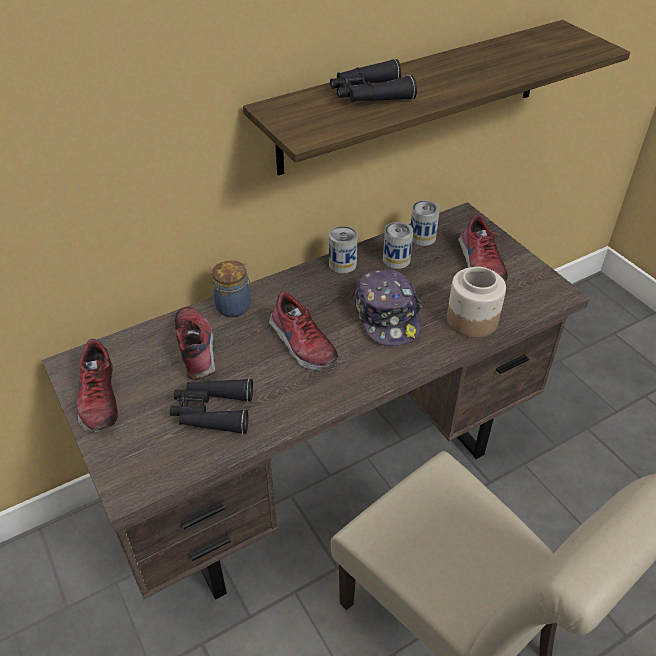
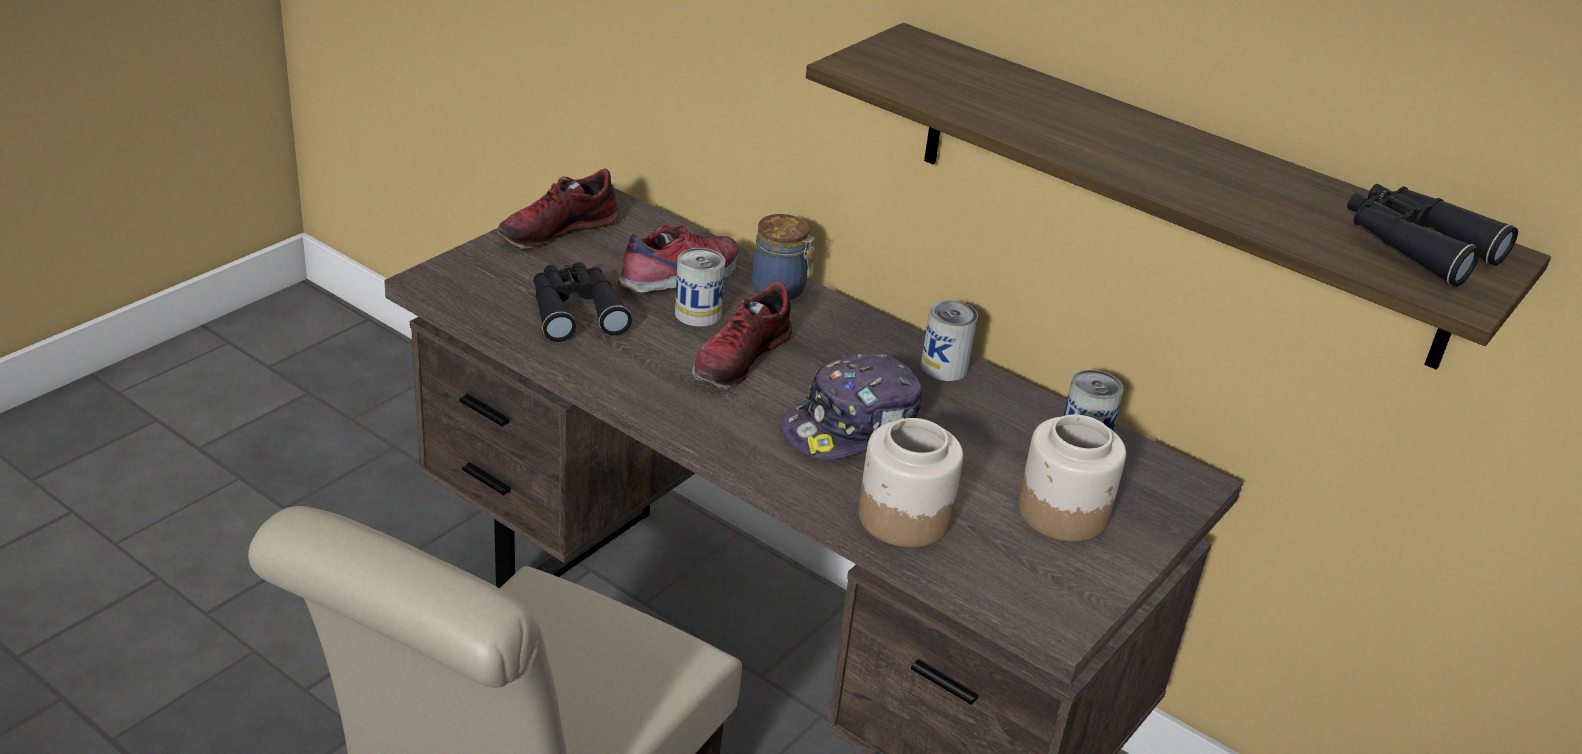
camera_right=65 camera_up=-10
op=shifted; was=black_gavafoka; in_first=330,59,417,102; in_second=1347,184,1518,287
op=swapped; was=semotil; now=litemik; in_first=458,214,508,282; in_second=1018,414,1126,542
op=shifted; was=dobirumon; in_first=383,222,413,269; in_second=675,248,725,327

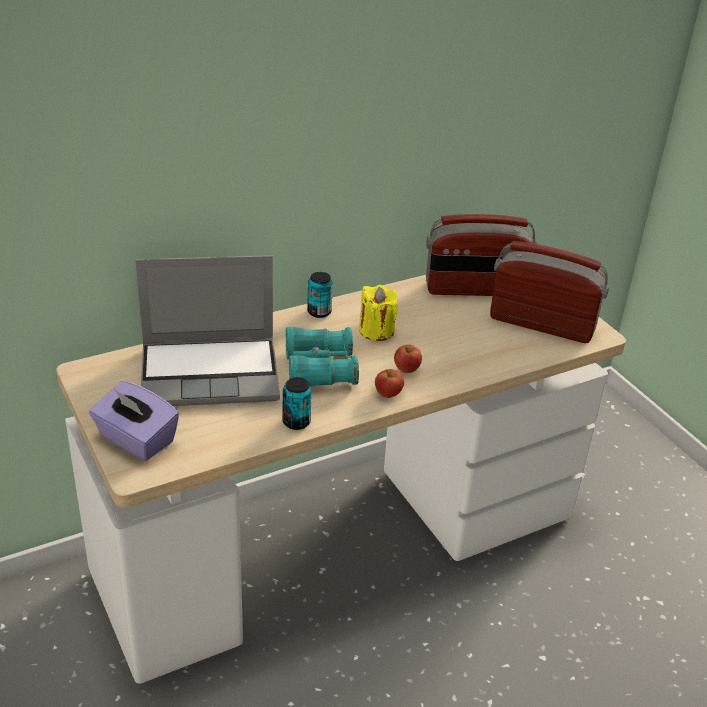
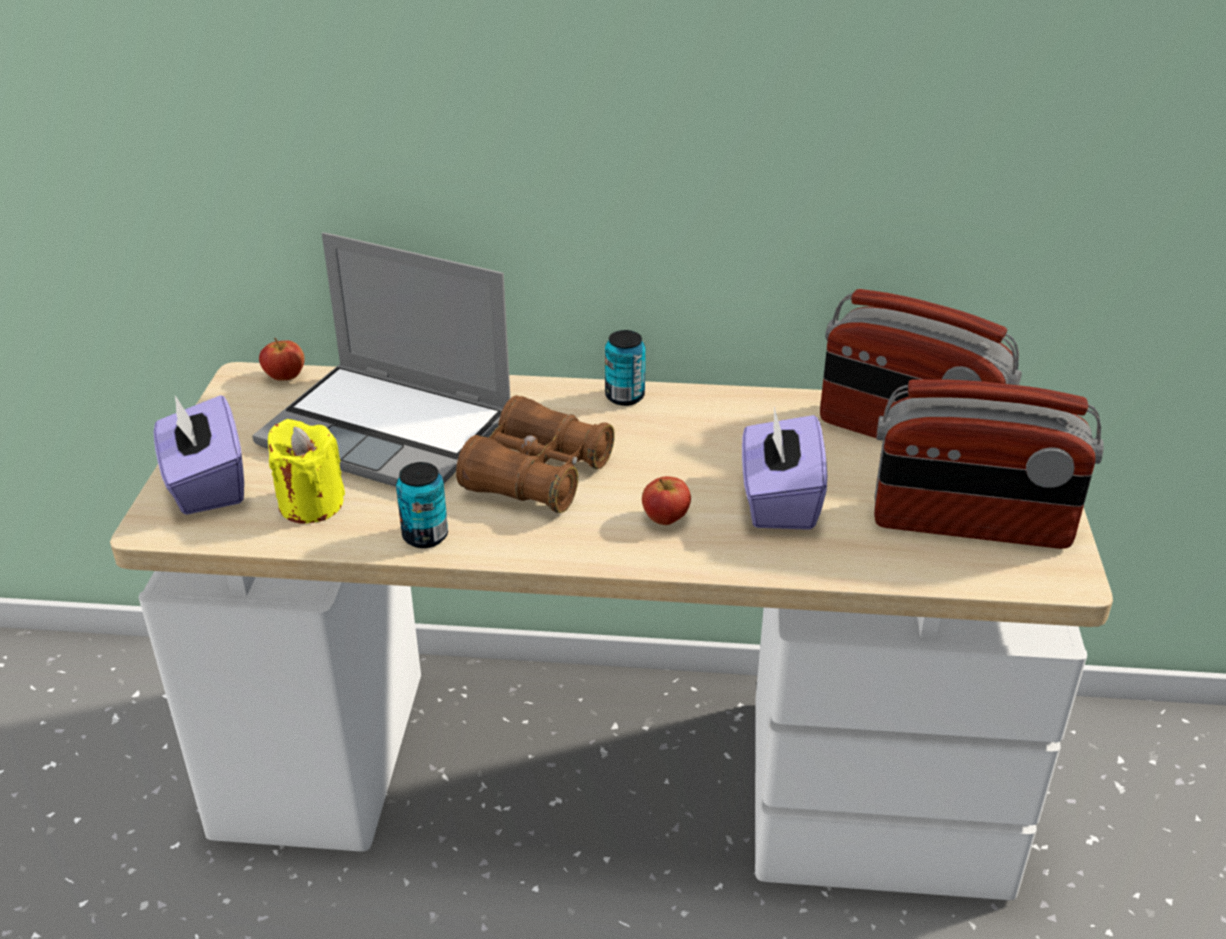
camera_right=35 camera_up=0
op=rotated; was=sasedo; in_first=490,241,609,343; in_second=874,379,1104,549; clockwise=135
op=shifted; was=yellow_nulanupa; in_first=359,285,398,341; in_second=268,419,345,524
op=repainted; was=turquoise_gavafoka; now=brown_gavafoka; in_first=286,327,359,387; in_second=456,395,615,513
op=shifted; was=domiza; in_first=375,369,404,398; in_second=259,338,305,381
op=new; now=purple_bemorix; in_second=742,407,827,530

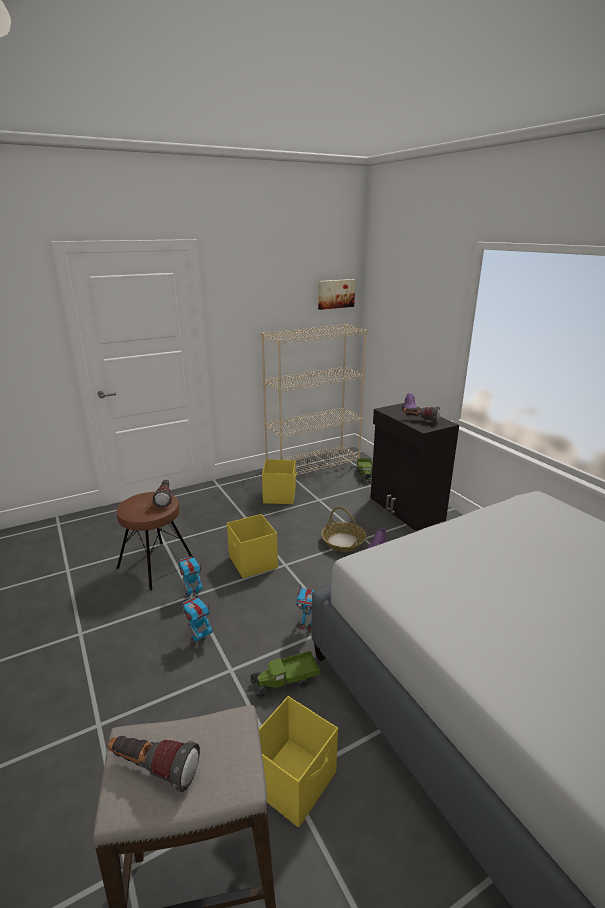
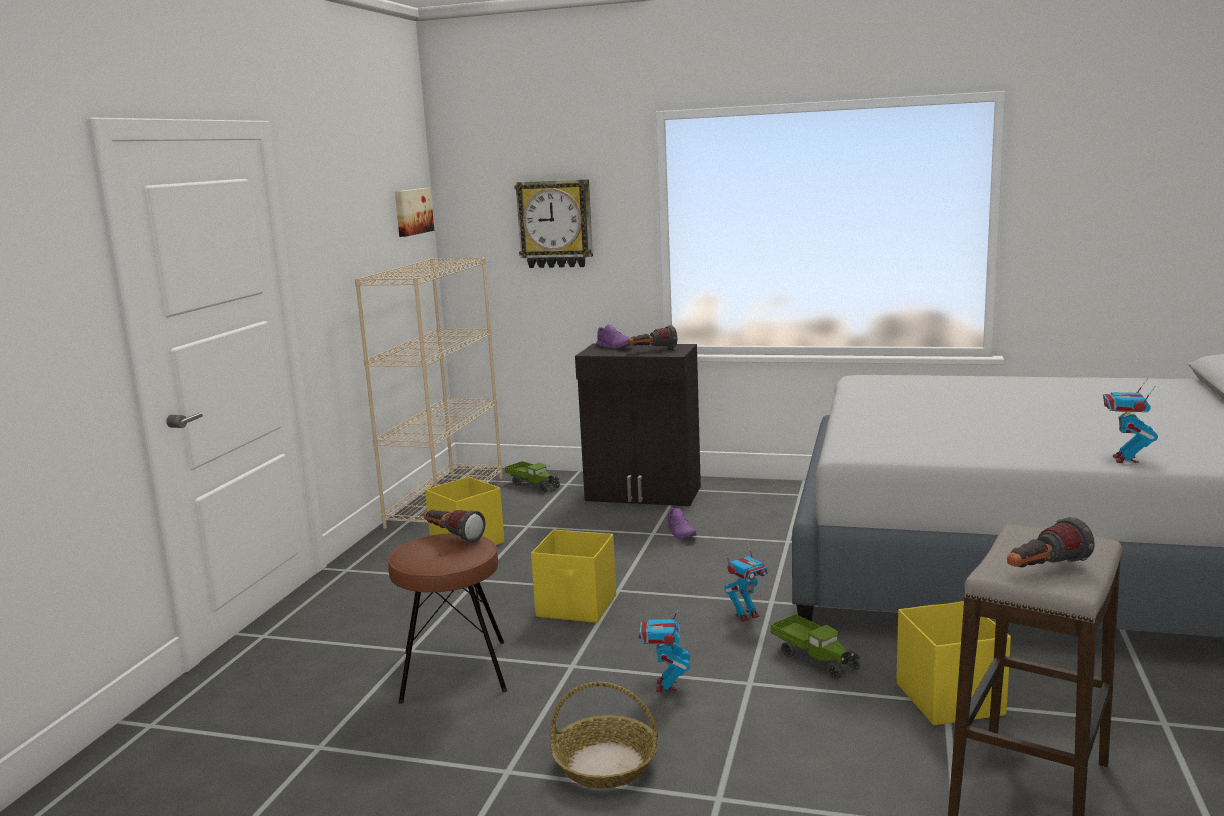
camera_right=-45 camera_up=-10
op=shifted; was=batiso; in_first=321,507,366,552; in_second=550,682,658,788
op=shifted; was=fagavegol; in_first=178,556,203,599; in_second=1103,378,1158,463
op=rotated; was=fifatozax; in_first=250,651,320,699; in_second=771,614,861,679; clockwise=-60
op=new; now=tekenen; in_second=514,179,593,268

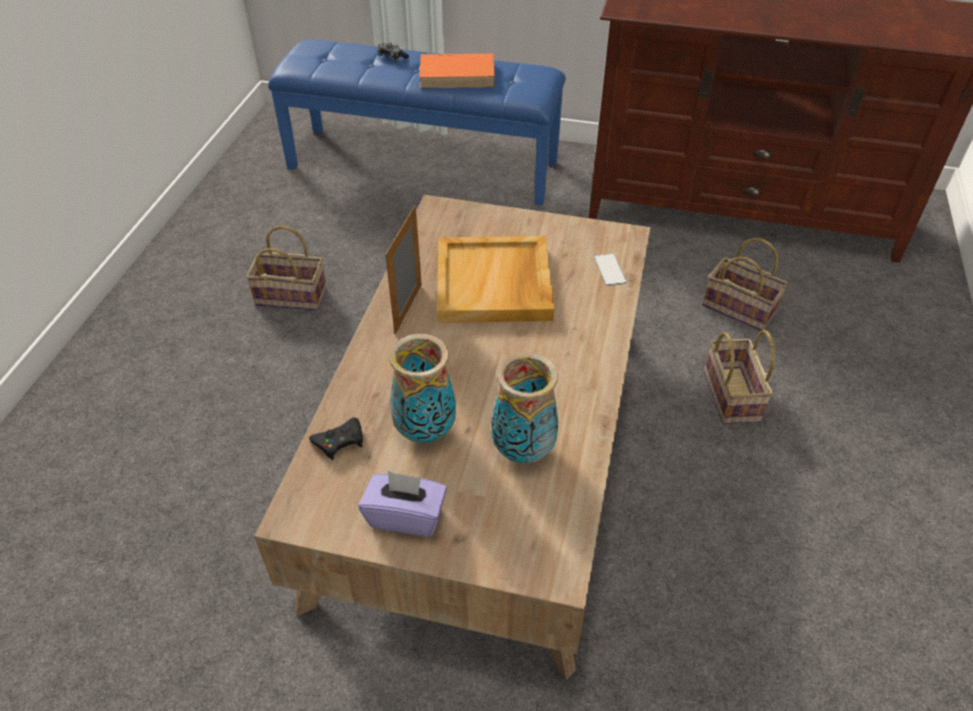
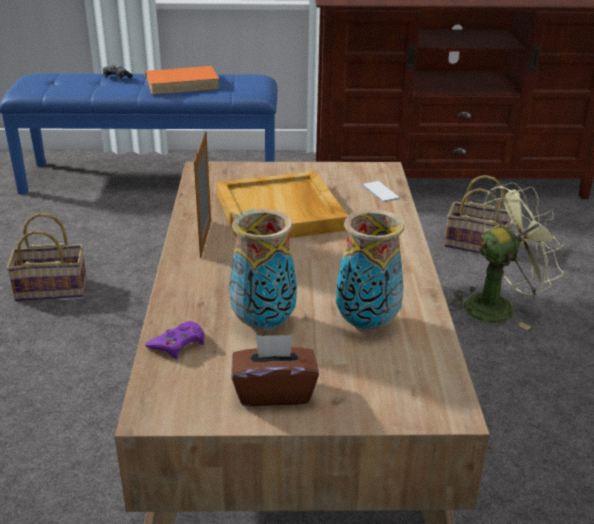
camera_right=-15 camera_up=-15
op=swapped; was=batiso; now=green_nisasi; in_first=704,330,775,424; in_second=448,182,564,330
op=repainted; was=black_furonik; now=purple_furonik; in_first=309,417,363,460; in_second=145,321,204,359
op=repainted; was=purple_bemorix; now=brown_bemorix; in_first=359,471,447,537; in_second=231,335,319,406

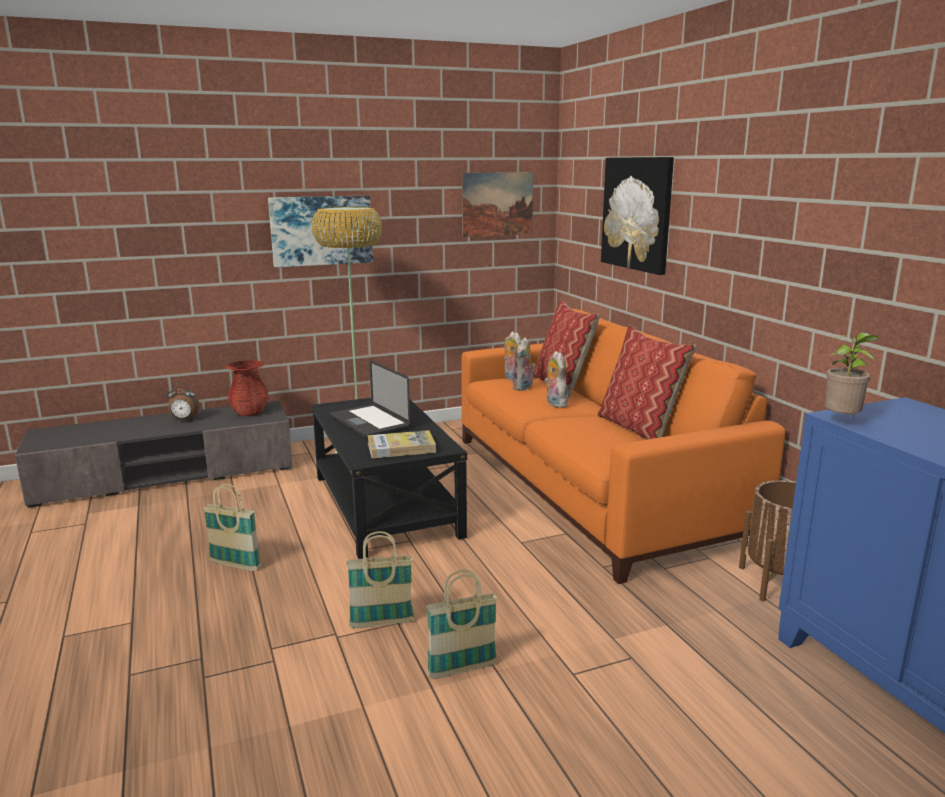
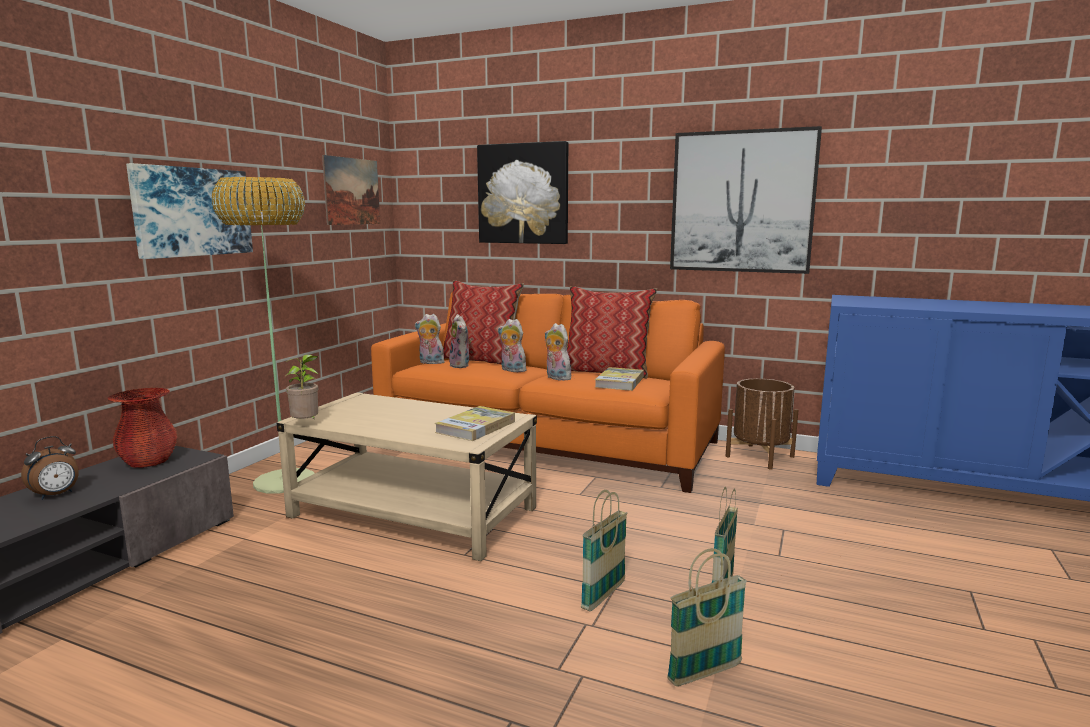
camera_right=-45 camera_up=-5
op=shifted; was=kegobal; in_first=825,332,880,417; in_second=286,354,318,419
op=gone; was=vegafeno; in_first=330,360,410,438
op=repainted; was=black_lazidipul; now=beige_lazidipul; in_first=311,398,467,559; in_second=277,392,537,561
op=shifted; was=batiso; in_first=203,484,261,571; in_second=667,548,747,686
op=new; now=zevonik; in_second=670,126,822,274
op=new; now=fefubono; in_second=544,323,573,381
op=new; now=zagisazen; in_second=595,367,644,391

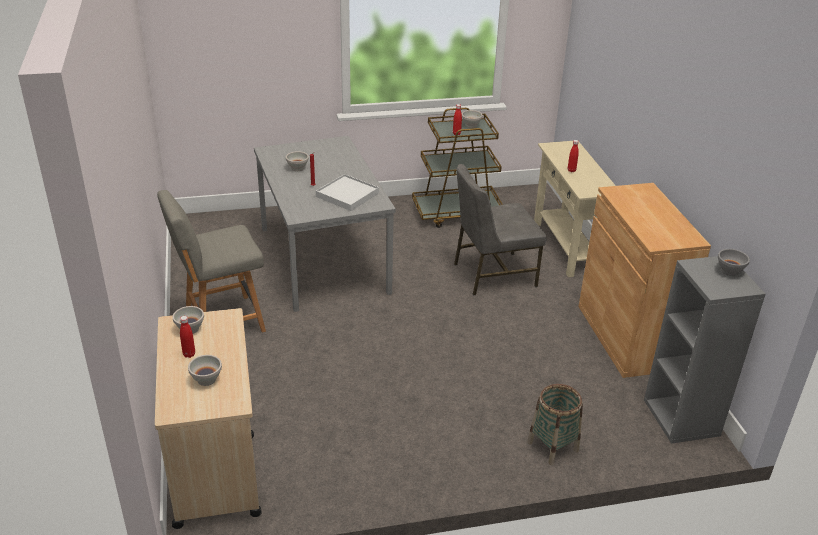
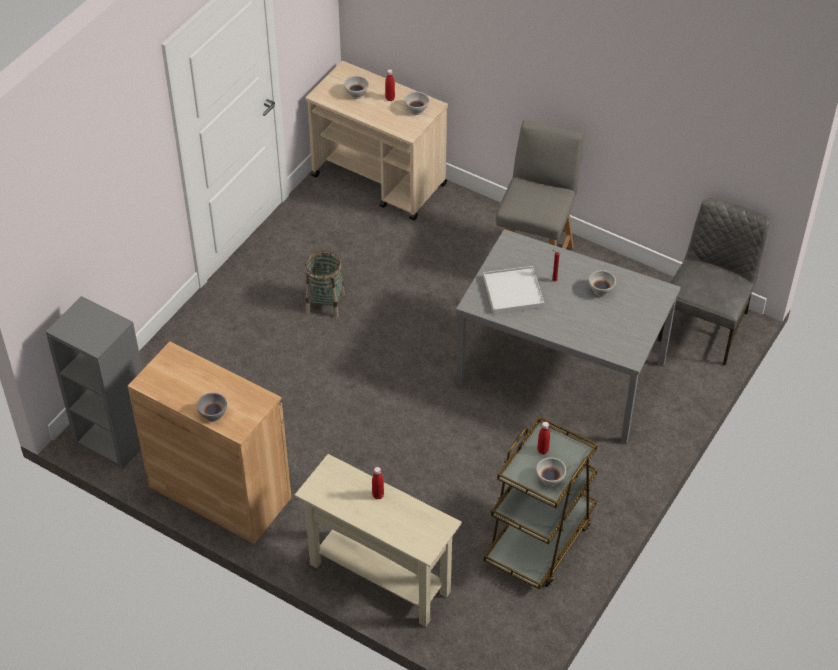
camera_right=135 camera_up=15
op=shifted; was=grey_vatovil; in_first=454,164,546,296; in_second=658,198,769,365
op=shifted; was=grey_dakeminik; in_first=718,249,750,276; in_second=197,393,227,422
op=shifted; was=batiso; in_first=527,384,583,465; in_second=305,251,345,318

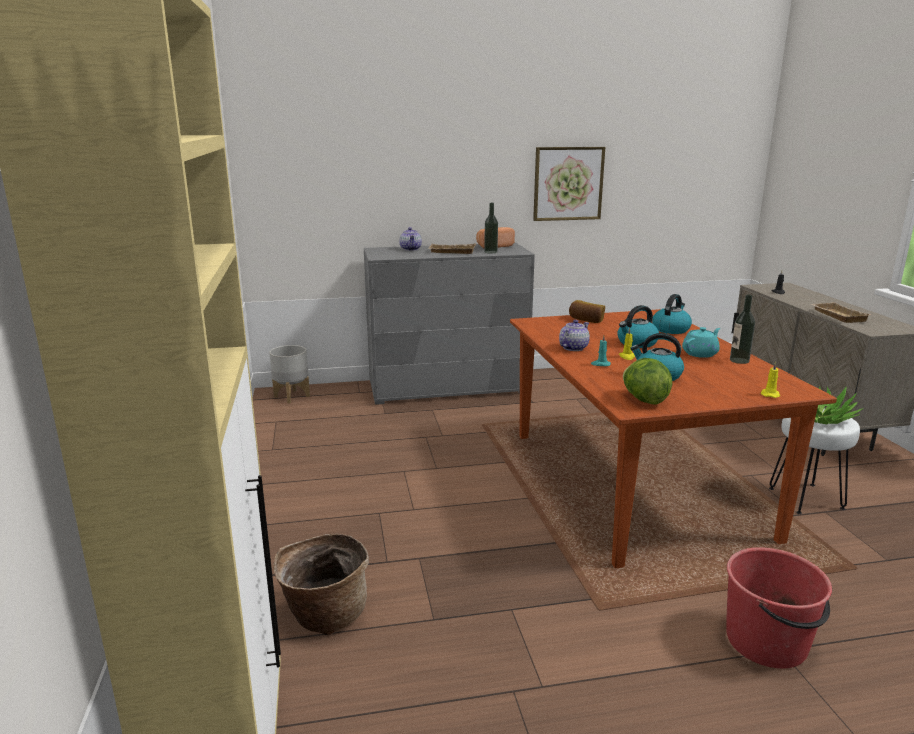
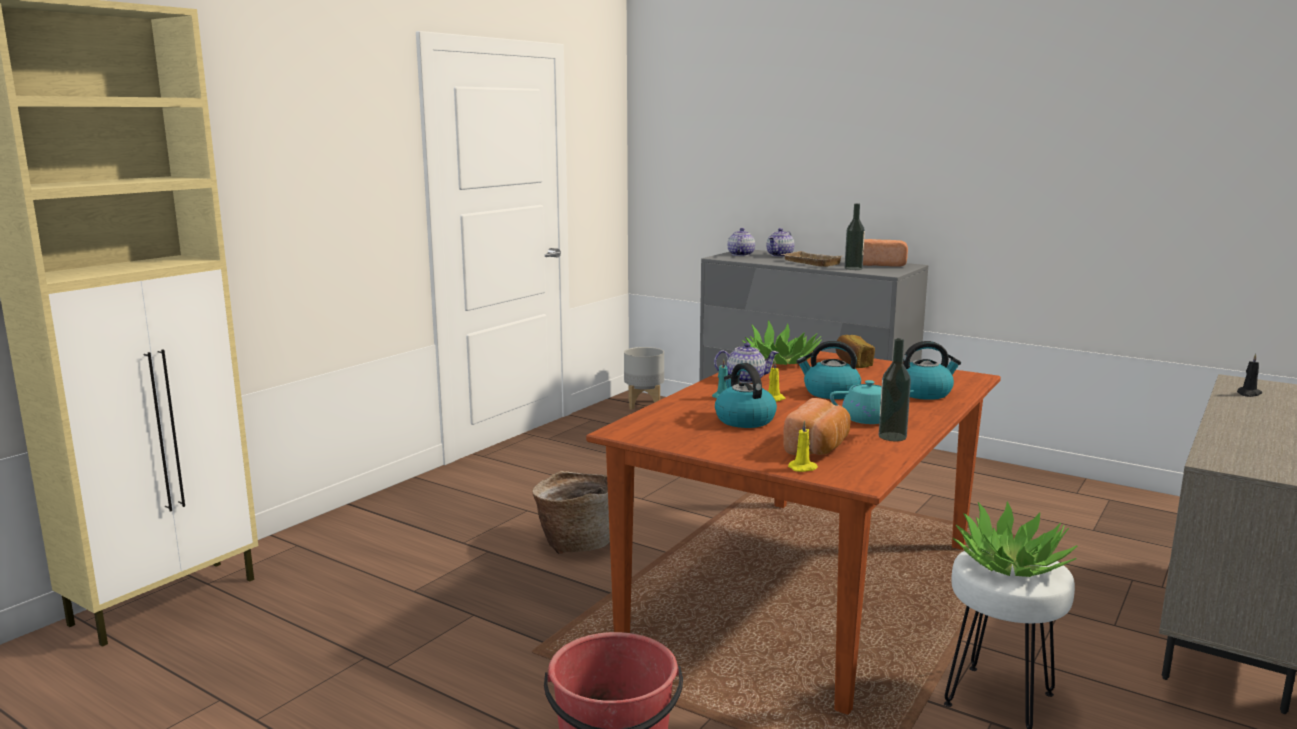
camera_right=45 camera_up=-5
op=gone; was=zevonik; in_first=533,147,605,221
op=gone; was=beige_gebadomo; in_first=811,302,871,323
op=gone; was=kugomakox; in_first=623,358,673,405
op=shifted; was=batiso; in_first=273,534,369,635; in_second=532,471,610,555
op=new; now=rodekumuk; in_second=728,228,755,256
op=new; now=kegobal; in_second=741,320,821,365
op=new; now=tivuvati; in_second=783,398,851,455

